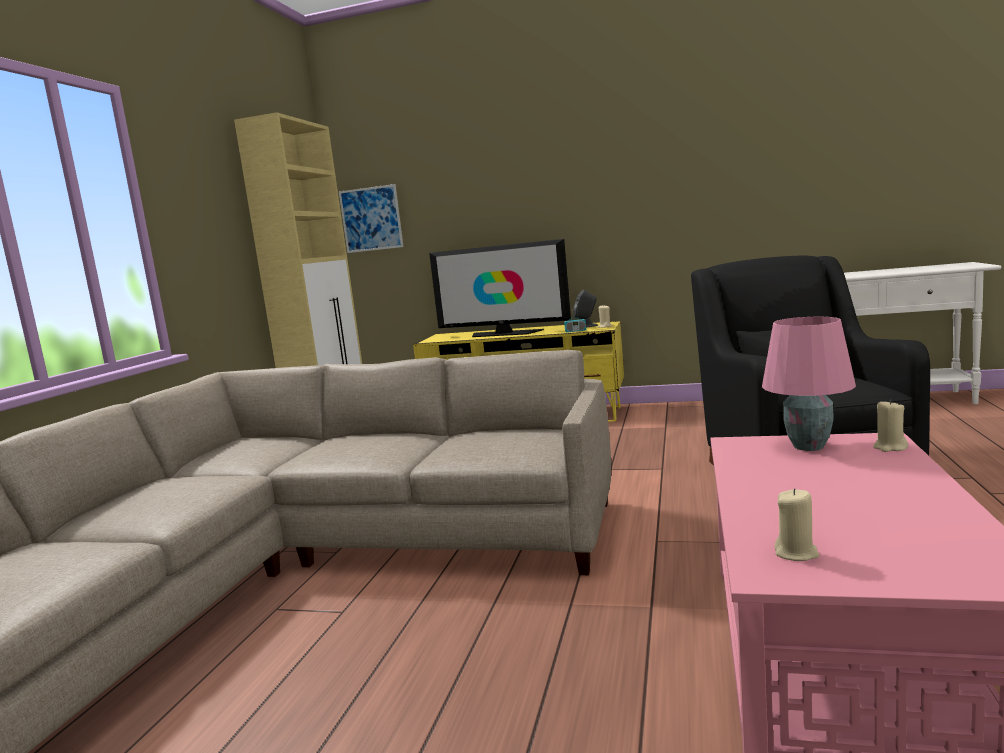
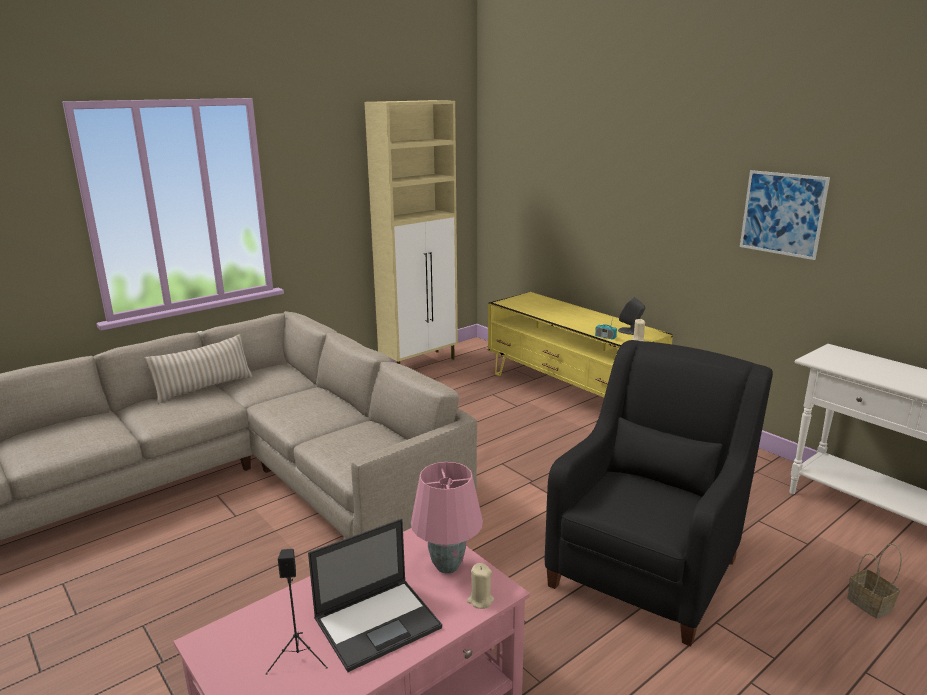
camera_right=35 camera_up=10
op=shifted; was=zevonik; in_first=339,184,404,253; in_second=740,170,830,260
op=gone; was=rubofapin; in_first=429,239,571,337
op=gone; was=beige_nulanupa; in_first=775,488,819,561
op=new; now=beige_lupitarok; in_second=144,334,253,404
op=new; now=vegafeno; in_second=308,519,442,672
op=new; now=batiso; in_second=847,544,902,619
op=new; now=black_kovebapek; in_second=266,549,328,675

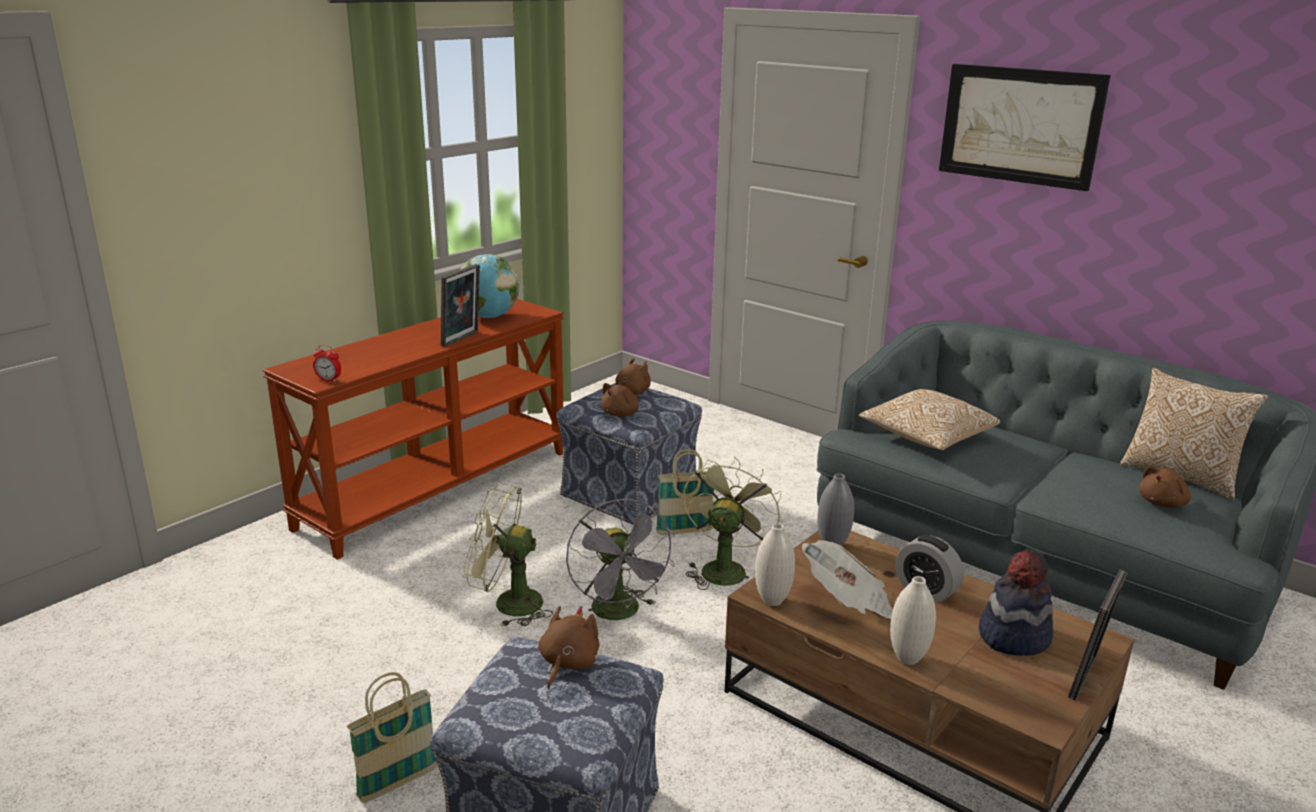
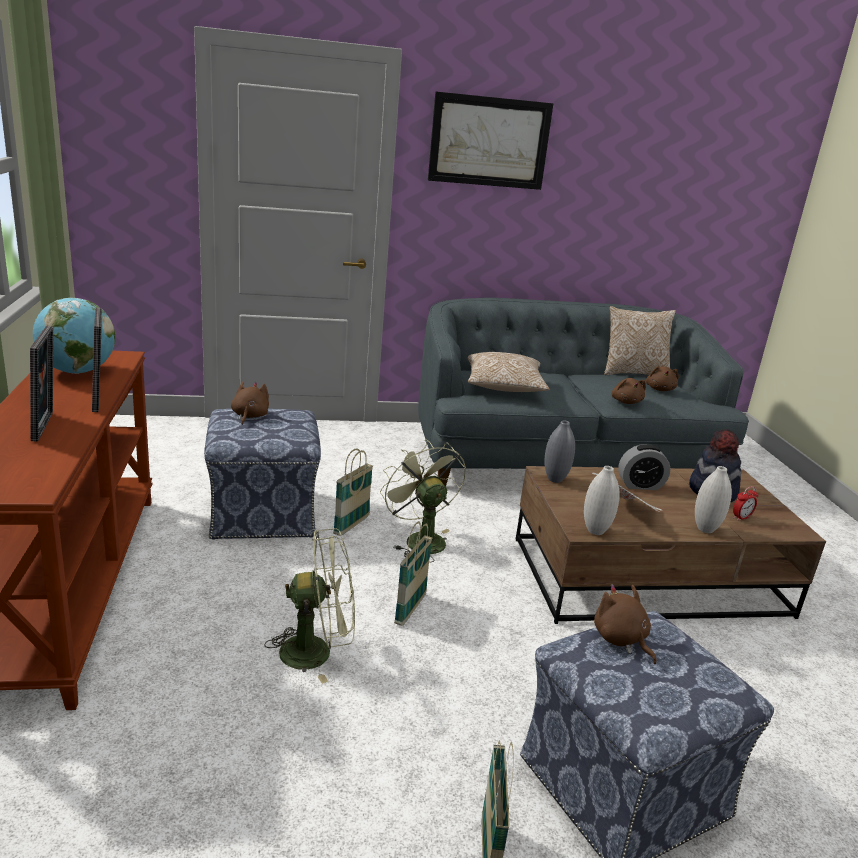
camera_right=-50 camera_up=0
op=shifted; was=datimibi; in_first=313,345,341,382; in_second=733,486,759,521
op=shifted; was=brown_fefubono; in_first=601,383,640,416; in_second=612,378,646,404
op=rotated; was=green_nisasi; in_first=464,483,553,627; in_second=264,528,355,684; clockwise=-150
op=swapped; was=grey_nisasi; now=batiso; in_first=566,499,675,620; in_second=394,521,433,626
op=shifted; was=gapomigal; in_first=1068,570,1127,700; in_second=30,326,53,442

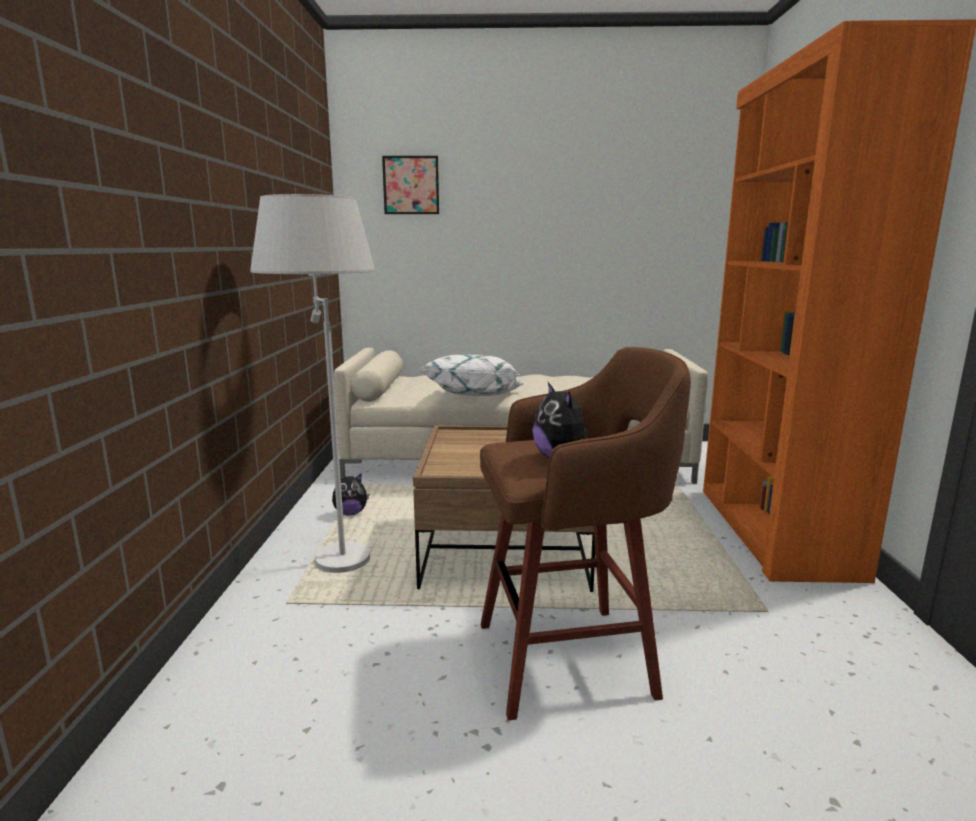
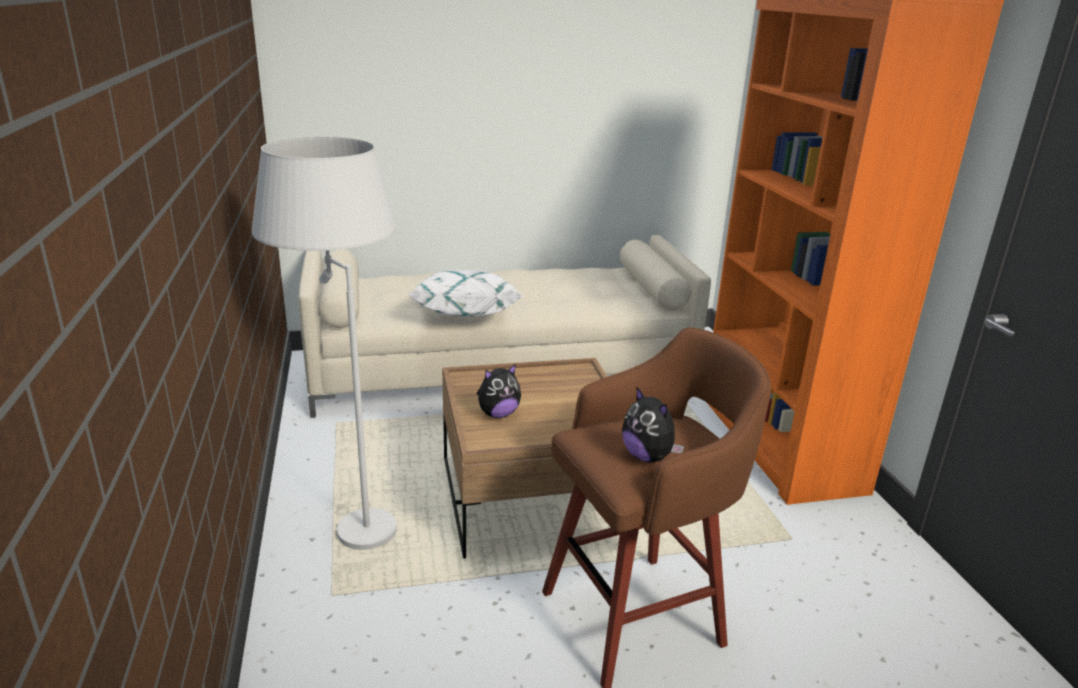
camera_right=-15 camera_up=10
op=gone; was=zevonik; in_first=382,156,439,214
op=shifted; was=fefubono; in_first=332,474,369,516; in_second=477,364,521,418

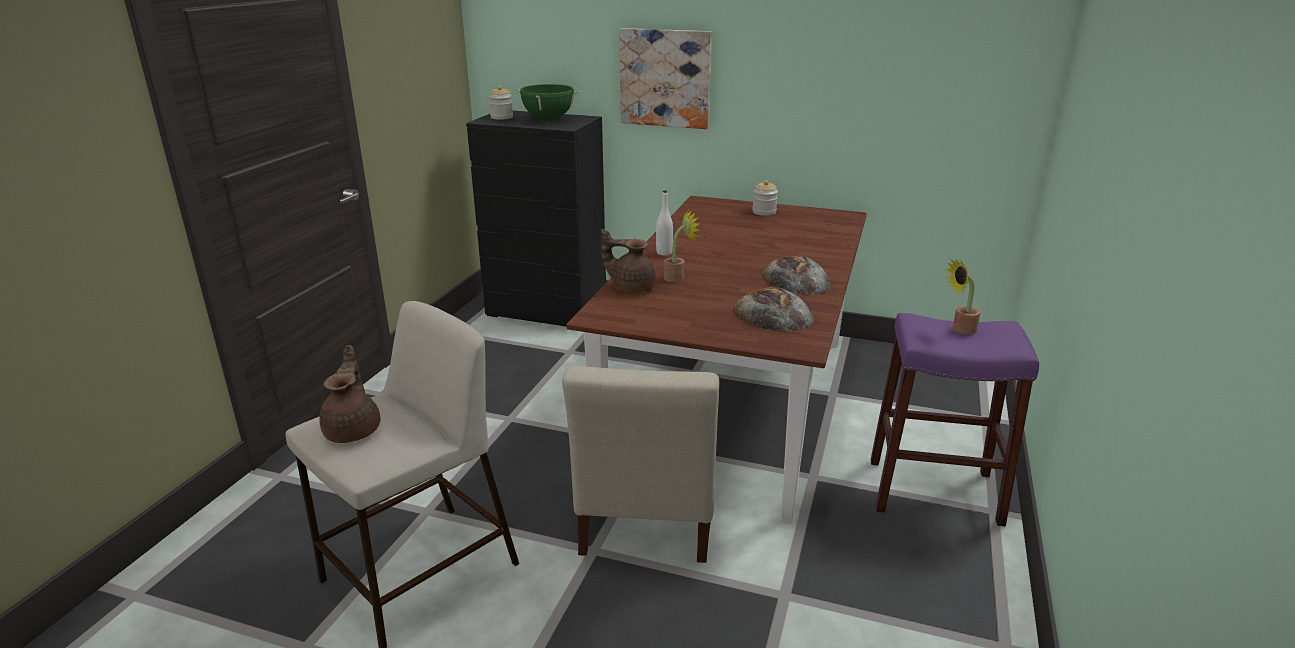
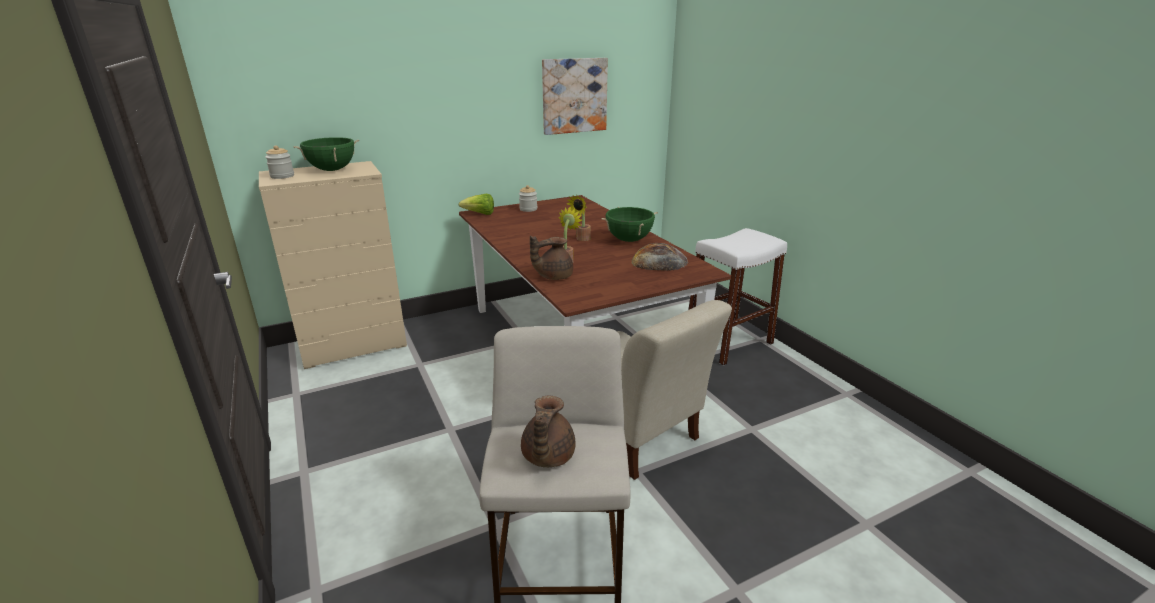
camera_right=-45 camera_up=0
op=shifted; was=zevonik; in_first=619,28,712,129; in_second=542,58,608,135
op=repainted; was=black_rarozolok; now=beige_rarozolok; in_first=466,111,606,326; in_second=259,161,407,369
op=gone; was=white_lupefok; in_first=656,190,673,256
op=swapped; was=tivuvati; now=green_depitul; in_first=763,255,830,295; in_second=602,207,658,242
op=shifted; was=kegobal; in_first=945,259,981,335; in_second=567,194,591,241
op=repainted; was=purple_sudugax; now=white_sudugax; in_first=871,313,1039,526; in_second=688,228,787,366
op=rotated; was=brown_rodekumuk; in_first=319,345,381,443; in_second=521,396,576,467; clockwise=-120
op=new; now=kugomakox; in_second=458,194,494,215

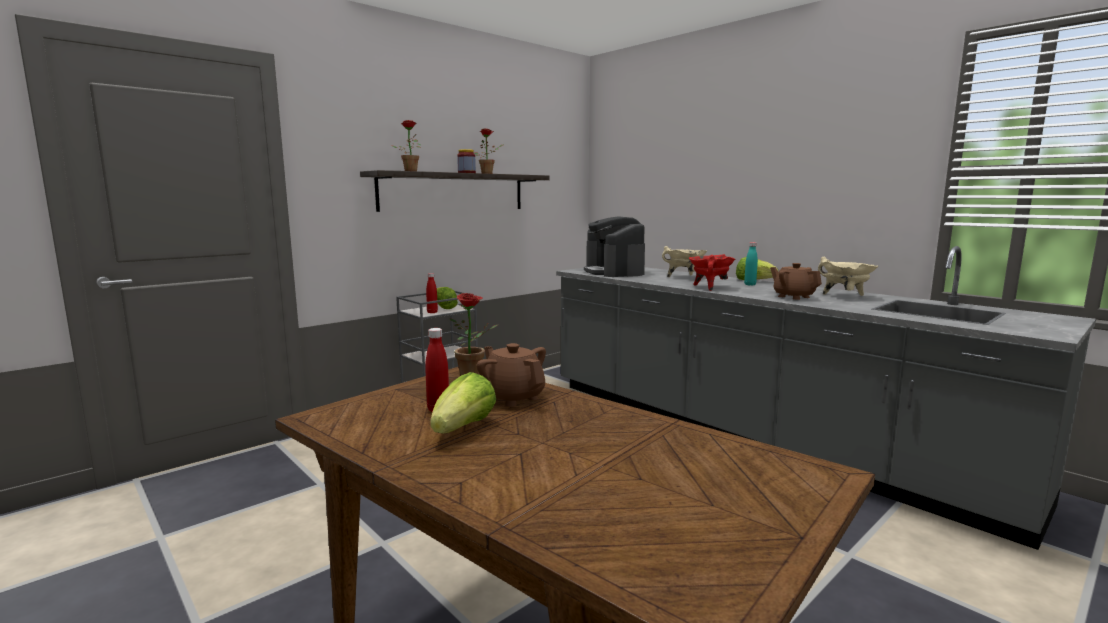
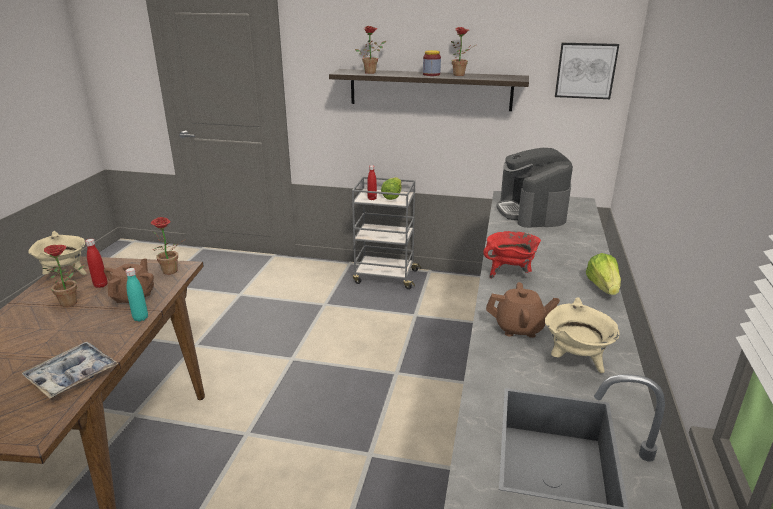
camera_right=55 camera_up=15
op=rotated; was=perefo; in_first=584,216,645,277; in_second=496,148,573,228; clockwise=-45
op=shifted; was=turquoise_lupefok; in_first=744,242,758,286; in_second=125,268,148,321
op=shifted; was=beige_depitul; in_first=662,246,707,277; in_second=28,231,87,275
op=rotated; was=brown_rodekumuk; in_first=770,263,822,300; in_second=486,282,560,338; clockwise=75
op=swapped; was=kugomakox; now=kegobal; in_first=430,372,496,433; in_second=42,245,85,307
op=new; now=zevonik; in_second=555,43,619,99
op=new; now=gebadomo; in_second=22,342,118,398

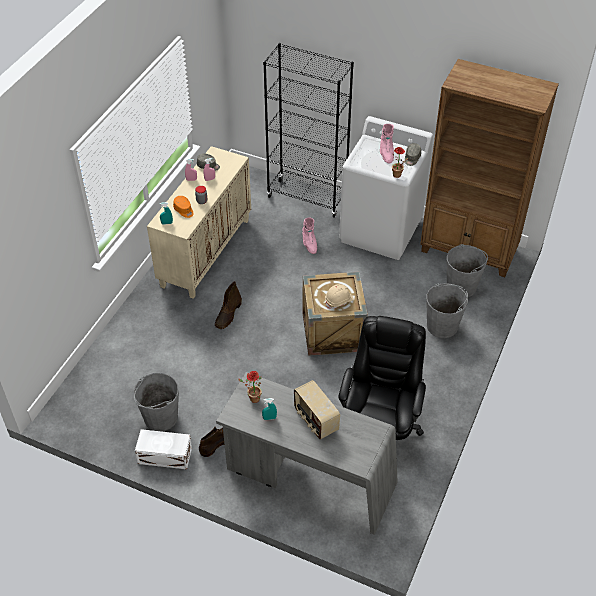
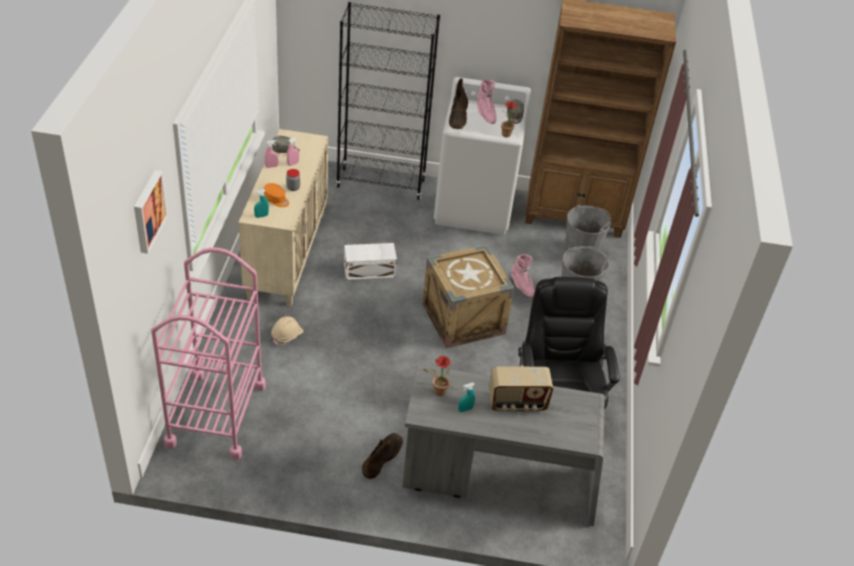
camera_right=-20 camera_up=-5
op=shifted; was=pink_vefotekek; in_first=302,218,317,254; in_second=511,254,535,297
op=shifted; was=brown_vefotekek; in_first=215,281,242,329; in_second=449,78,468,129
op=shifted; was=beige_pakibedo; in_first=325,284,354,309; in_second=271,316,304,346
op=gone; was=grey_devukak; in_first=133,373,179,431
op=rotated; was=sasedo; in_first=294,380,340,439; in_second=489,367,553,411; clockwise=-45
op=shifted; was=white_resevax; in_first=135,429,192,469; in_second=344,243,397,280
op=new; now=zevonik; in_second=134,170,168,254
op=new; now=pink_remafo; in_second=151,247,266,460

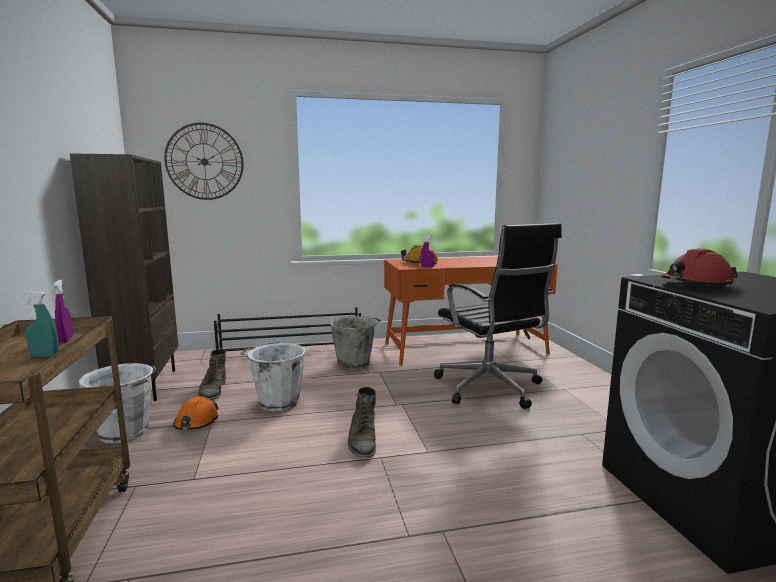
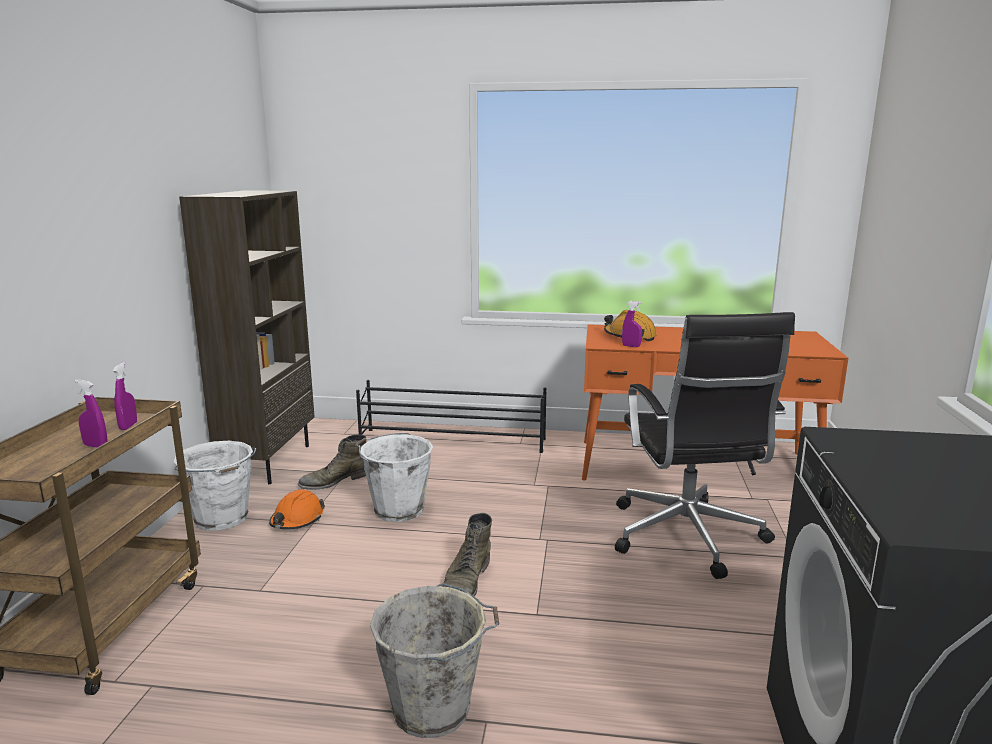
camera_right=20 camera_up=5
op=gone; was=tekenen; in_first=164,123,243,200
op=gone; was=red_pakibedo; in_first=661,248,738,287
op=repainted; was=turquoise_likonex; now=purple_likonex; in_first=23,290,59,357; in_second=75,380,108,448
op=shifted; was=grey_devukak; in_first=329,316,381,370; in_second=370,583,499,738
op=rotated; was=green_vefotekek; in_first=198,349,226,400; in_second=298,434,366,490; clockwise=45

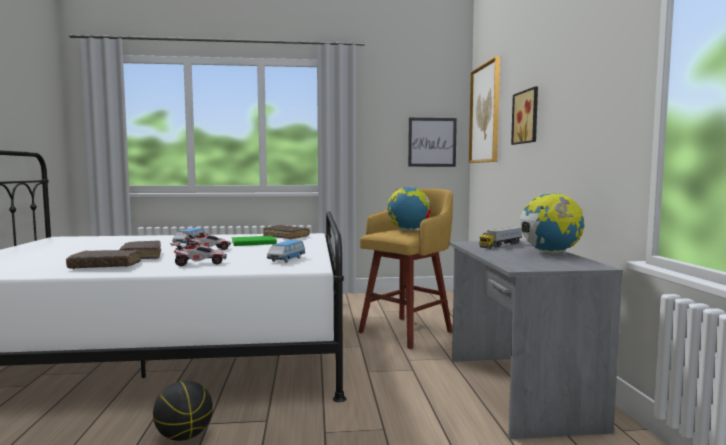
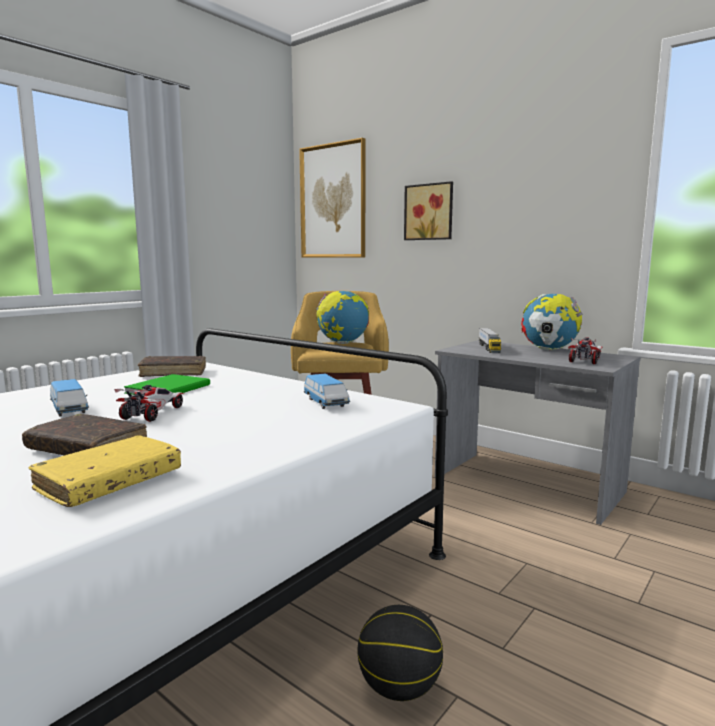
camera_right=-45 camera_up=5
op=gone; was=zevonik; in_first=408,118,457,167
op=shifted; was=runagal; in_first=170,241,227,266; in_second=568,337,603,364
op=repainted; was=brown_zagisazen; now=yellow_zagisazen; in_first=66,249,141,269; in_second=29,435,181,507

